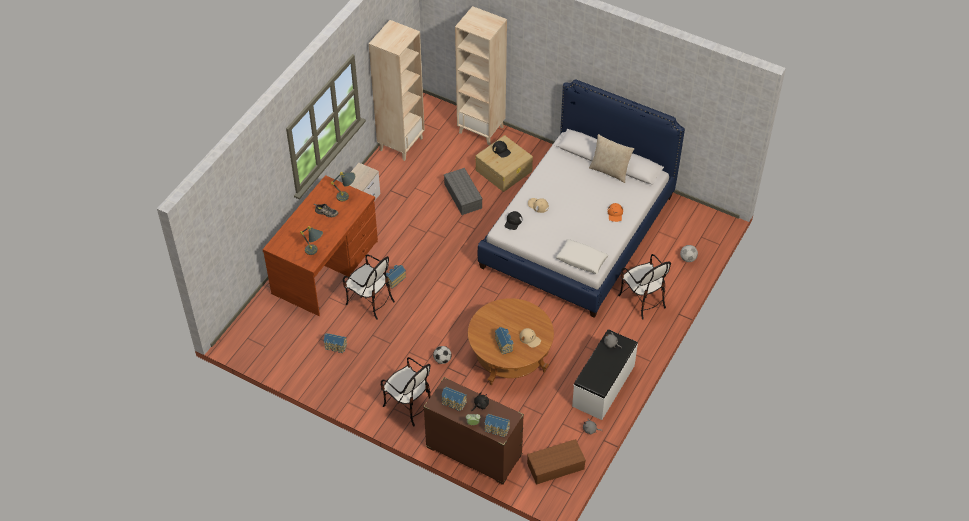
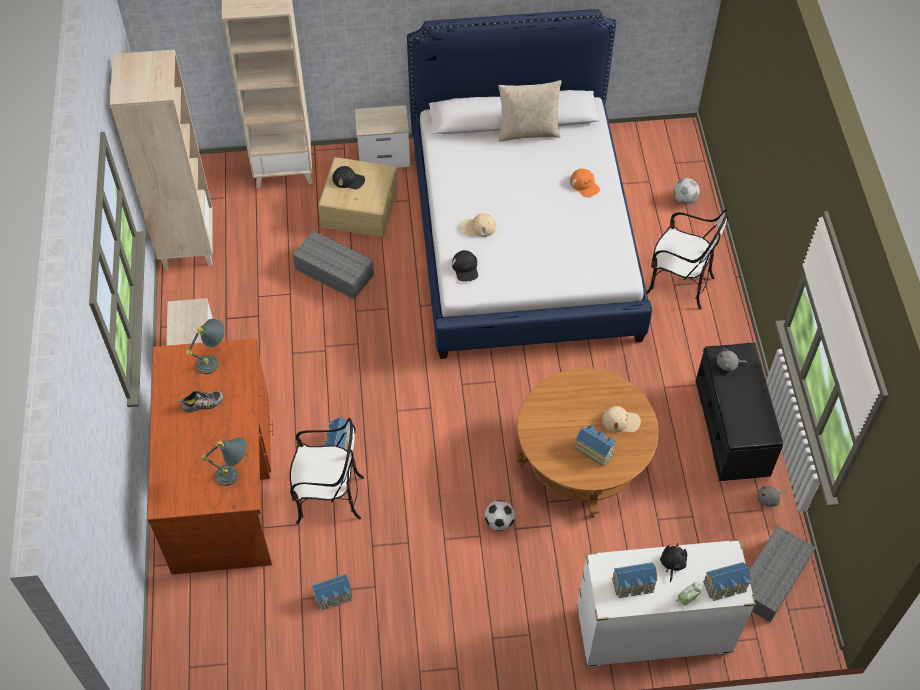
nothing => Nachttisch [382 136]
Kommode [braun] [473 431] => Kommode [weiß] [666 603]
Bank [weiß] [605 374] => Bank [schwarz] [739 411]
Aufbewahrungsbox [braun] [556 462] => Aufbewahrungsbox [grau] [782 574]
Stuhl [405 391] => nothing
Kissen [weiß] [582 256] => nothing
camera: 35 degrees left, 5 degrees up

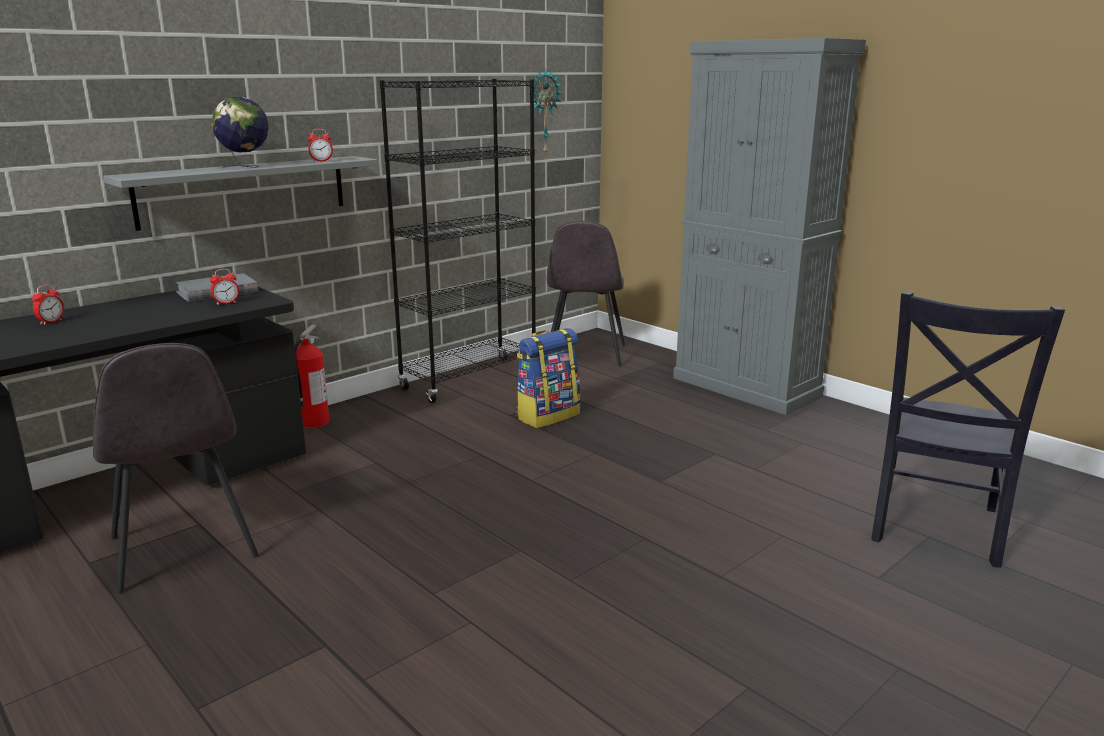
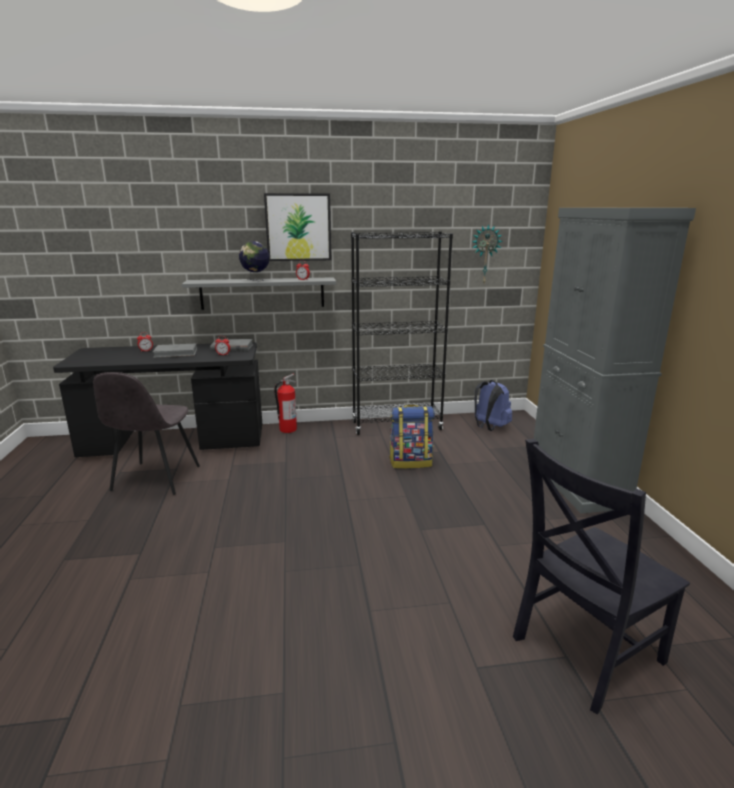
nothing => Buch [grau] [175 350]
nothing => Bild [297 227]
Stuhl [grau] [586 293] => Rucksack [blau] [493 405]
camera: 35 degrees right, 0 degrees up

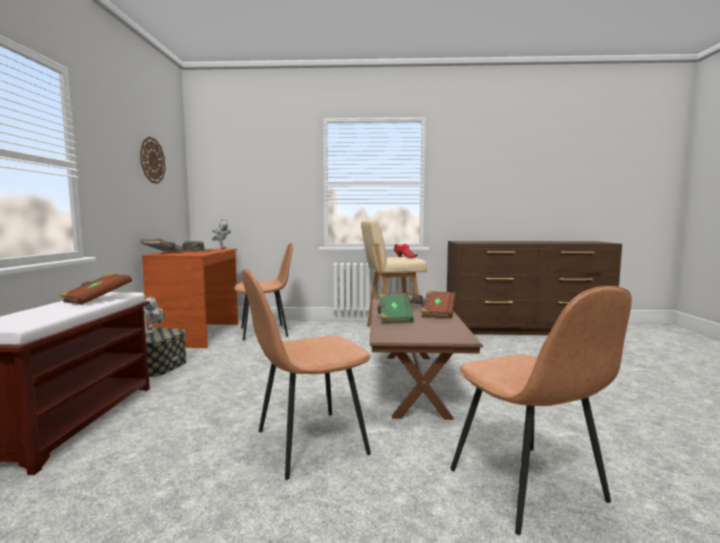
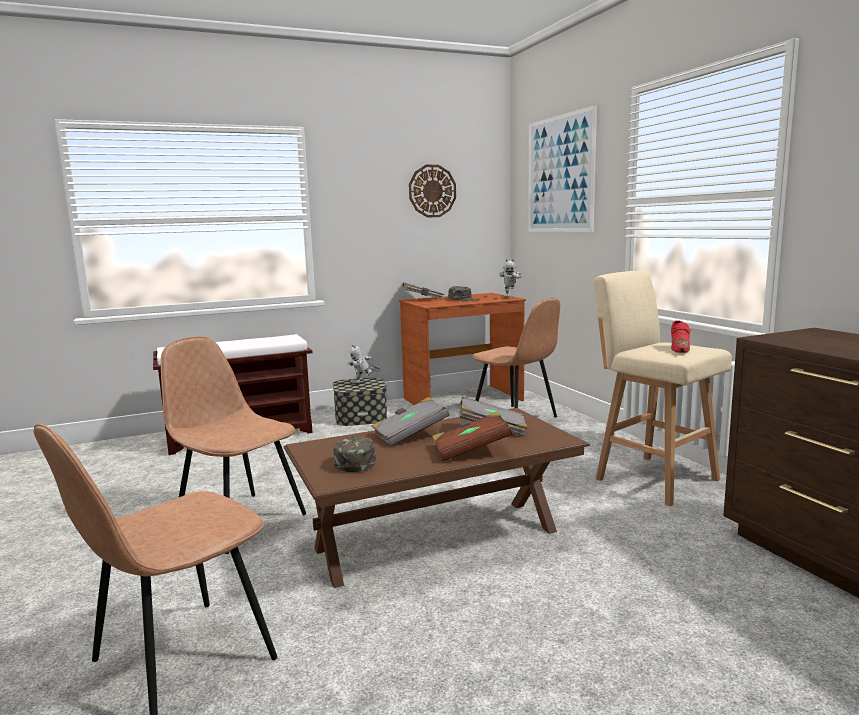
nothing => Kappe [grün] [355 454]
Buch [grün] [396 309] => Buch [grau] [410 421]
nothing => Bild [562 168]
Buch [braun] [95 289] => nothing
camera: 65 degrees right, 5 degrees up

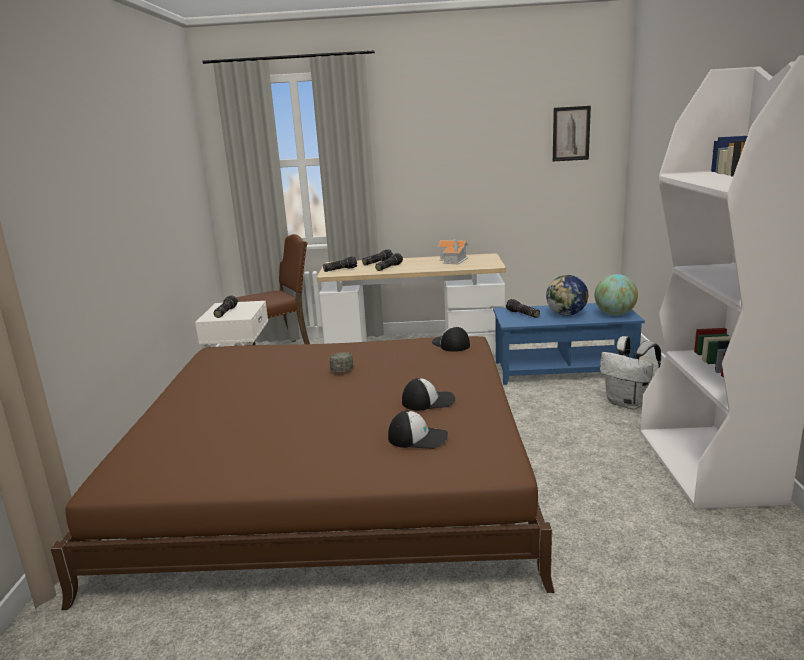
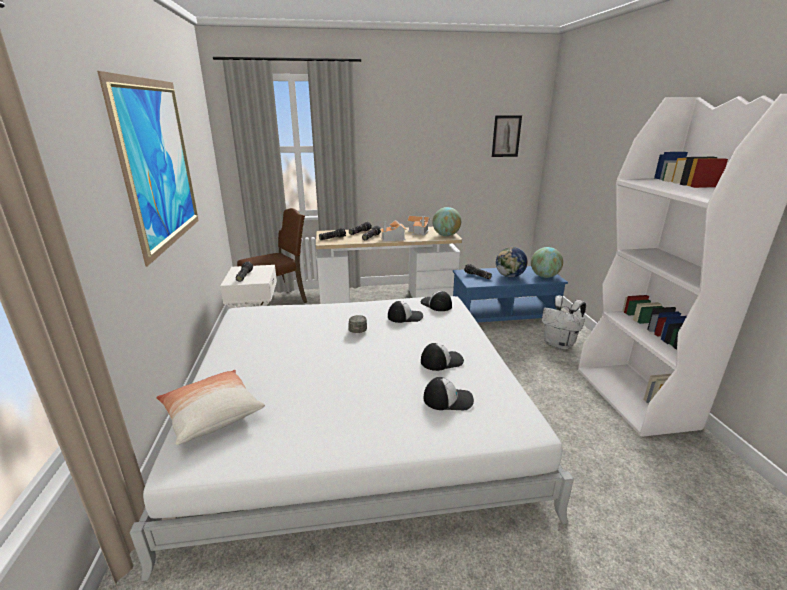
nothing => Bild [148 169]
Bett [braun] [302 473] => Bett [weiß] [352 438]
nothing => Kissen [210 407]
nothing => Spielzeughaus [393 231]
nothing => Kappe [405 312]
nothing => Globus [446 221]
camera: 10 degrees left, 5 degrees up

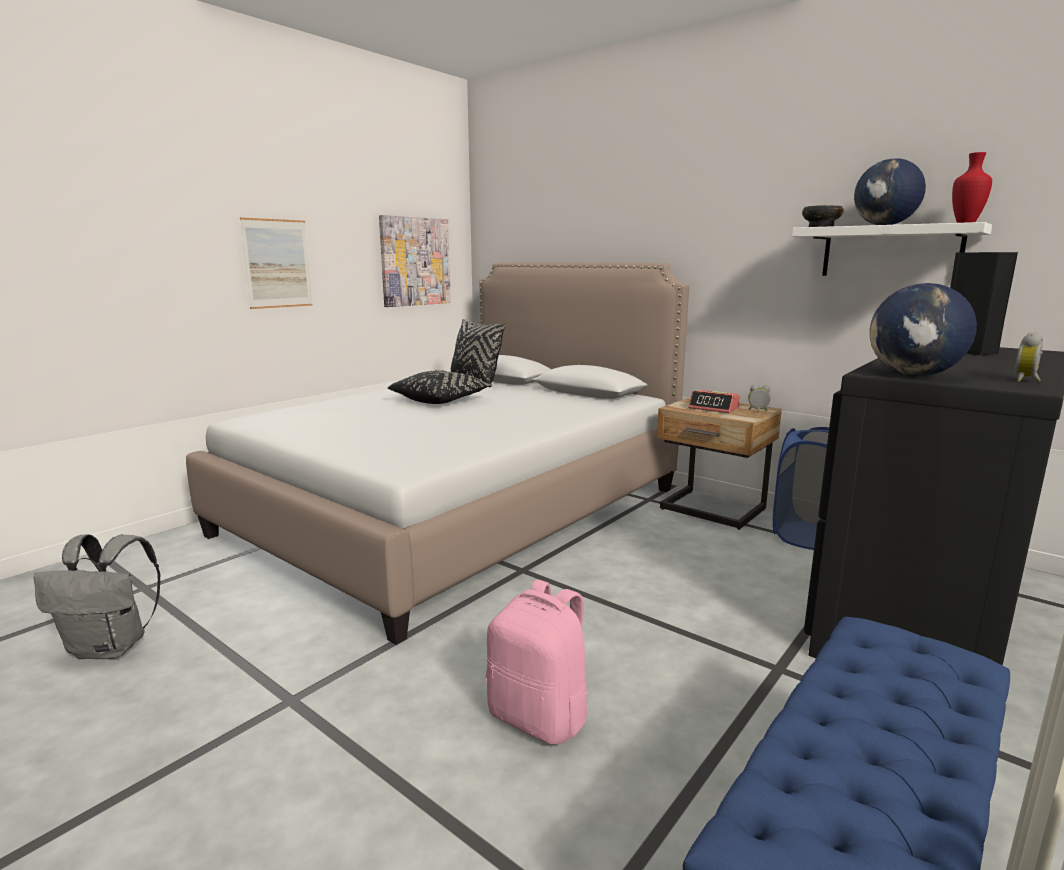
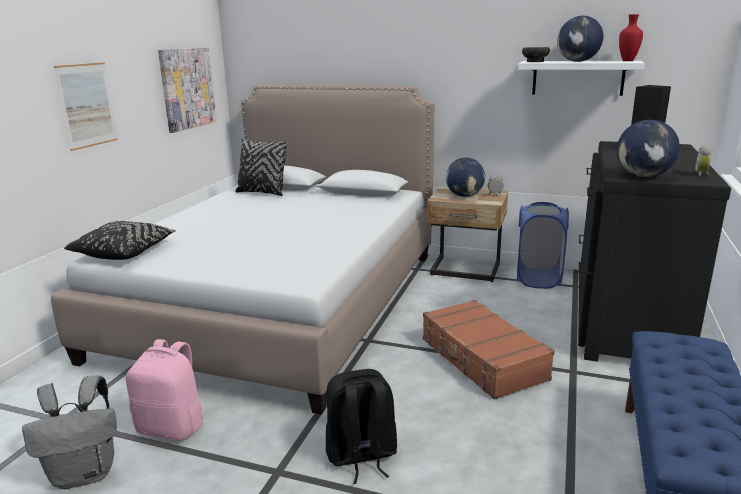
Kissen [schwarz] [439 387] => Kissen [schwarz] [120 240], shifted
Rucksack [rosa] [537 662] => Rucksack [rosa] [165 389], shifted
nothing => Rucksack [schwarz] [361 426]
nothing => Koffer [braun] [489 350]
Wecker [714 401] => Globus [465 177]
camera: 20 degrees left, 5 degrees up

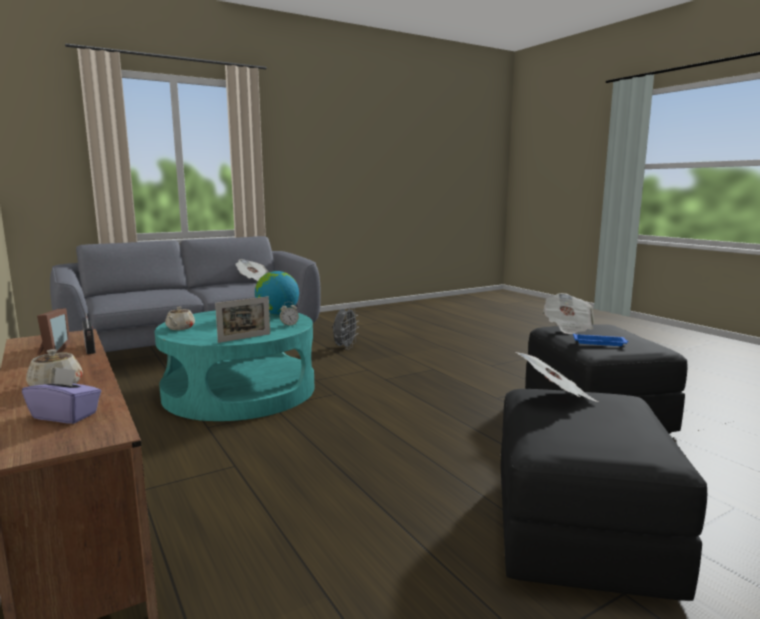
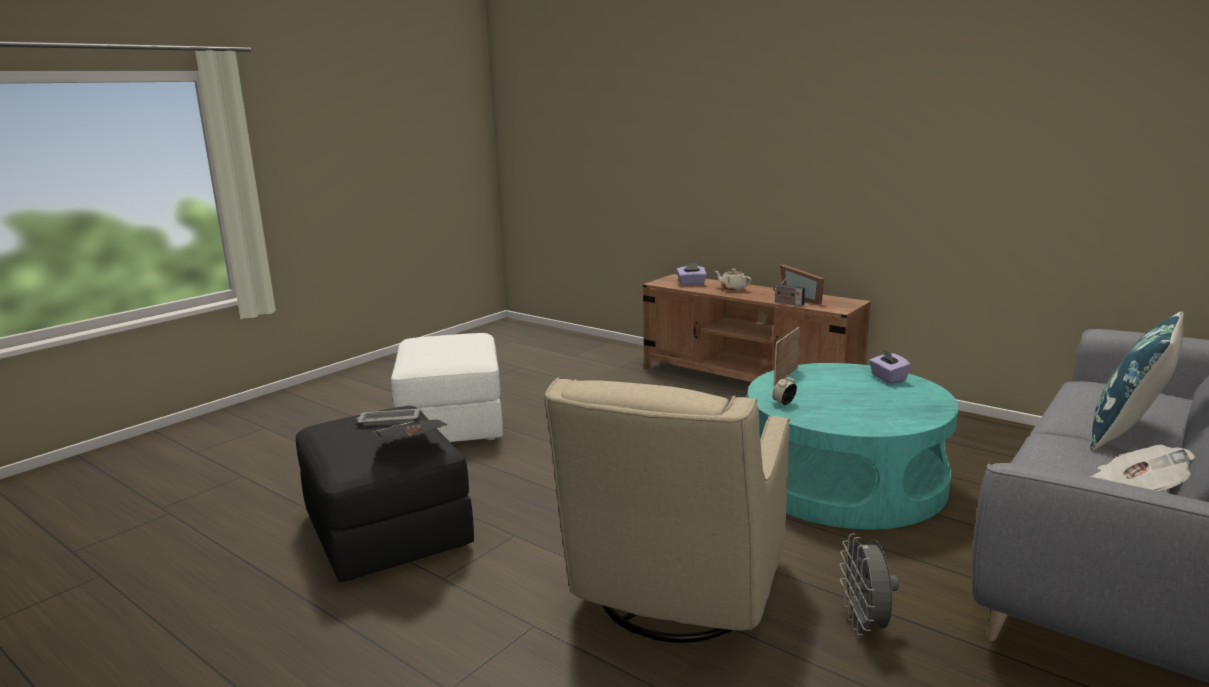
Tablett [blau] [600 340] => Tablett [grau] [388 417]
Polsterhocker [schwarz] [604 495] => Polsterhocker [weiß] [447 387]
nothing => Sessel [beige] [667 510]
Teekanne [beige] [180 318] => Taschentuchbox [lila] [890 366]
nothing => Kissen [blau] [1137 381]
Globus [277 293] => nothing
Zeitung [557 377] => nothing
camera: 160 degrees right, 5 degrees up

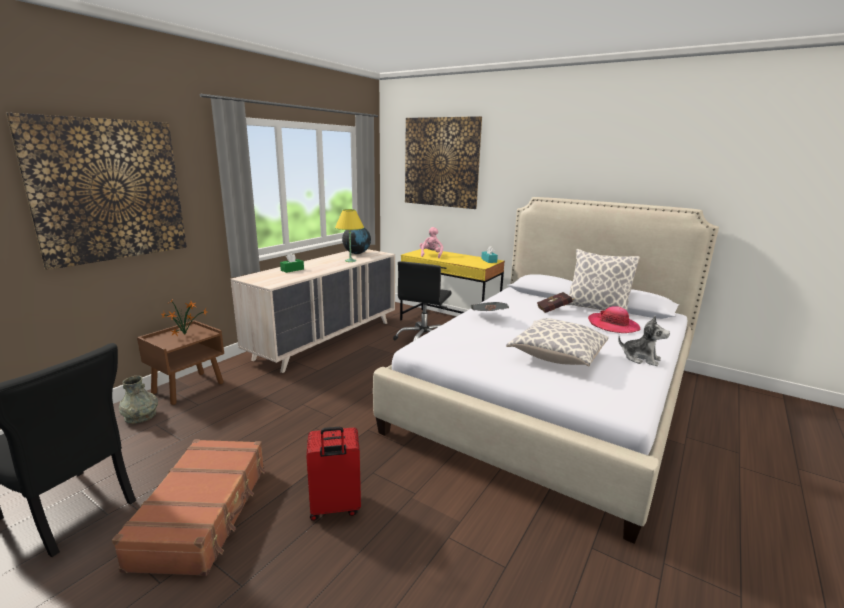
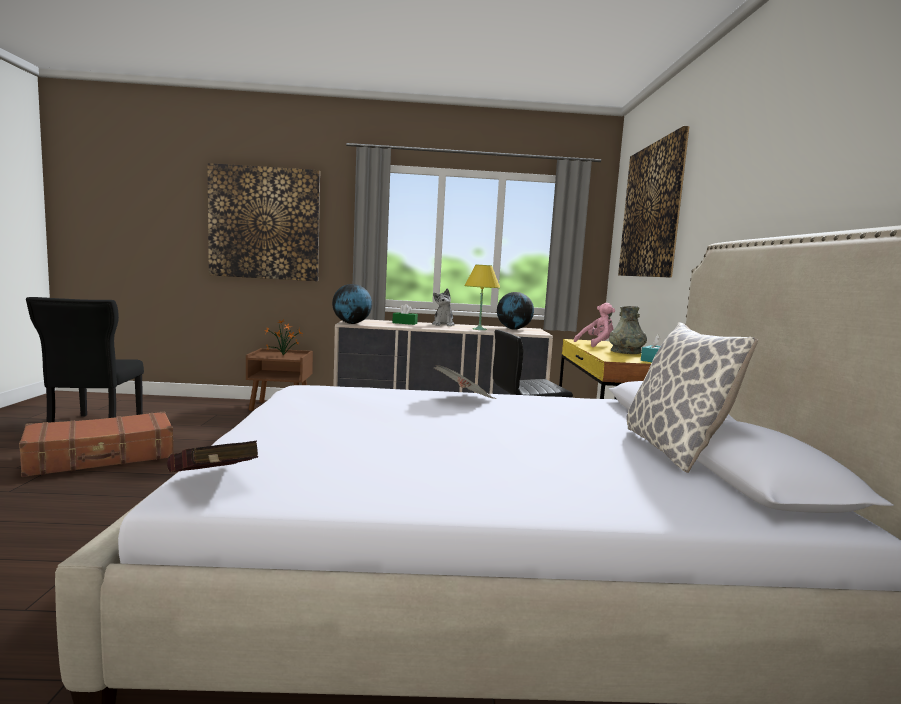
Buch [rot] [556 302] => Buch [rot] [212 456], shifted
nothing => Globus [352 304]
Plüschtier [644 341] => Plüschtier [443 307], shifted
Vase [grau] [138 400] => Vase [grau] [628 330], shifted
Koffer [rot] [333 474] => nothing
Kissen [557 342] => nothing
Hut [614 319] => nothing
camera: 55 degrees right, 10 degrees down

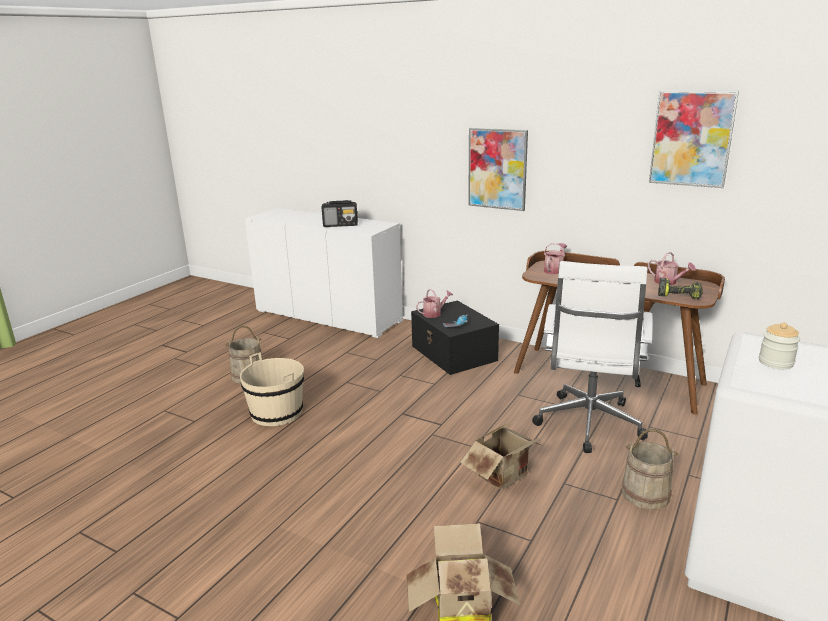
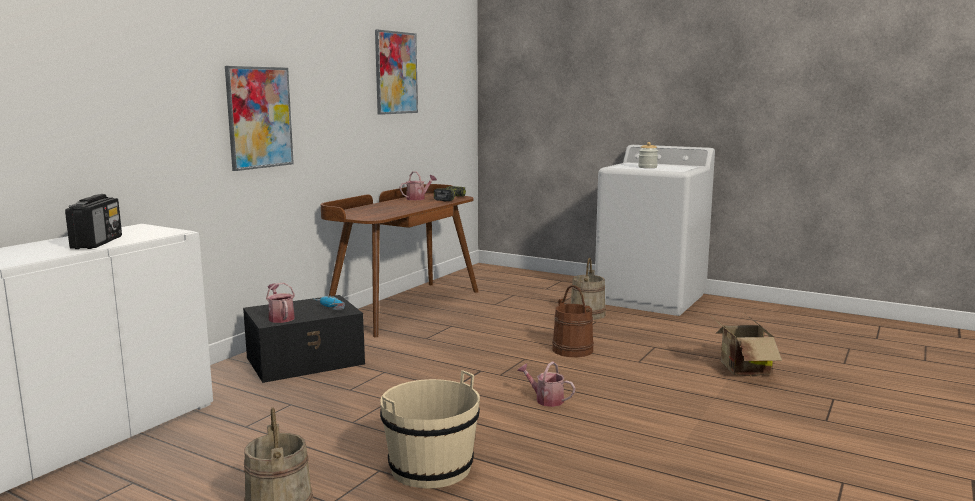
Gießkanne [555 259] => Gießkanne [546 384], shifted
Karton [501 456] => Eimer [braun] [573 321]
Bürostuhl [weiß] [592 357] => nothing
camera: 90 degrees left, 10 degrees down

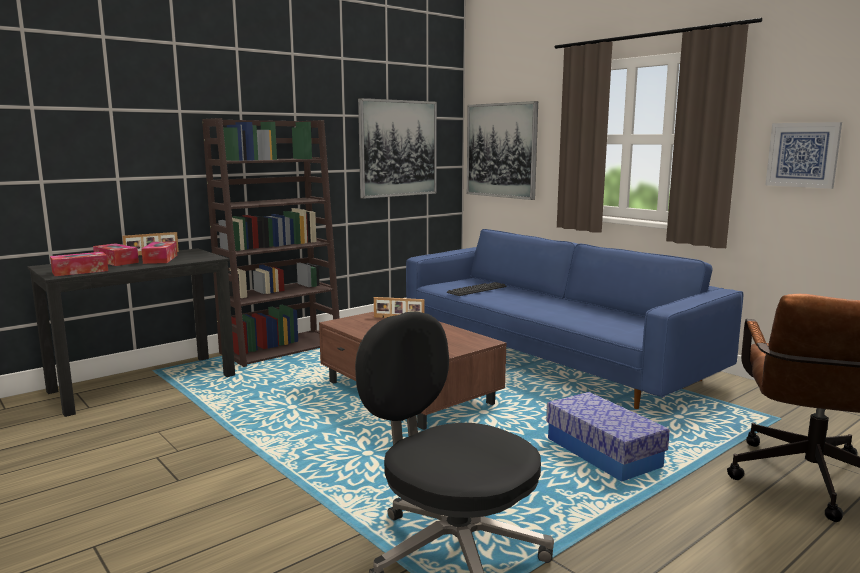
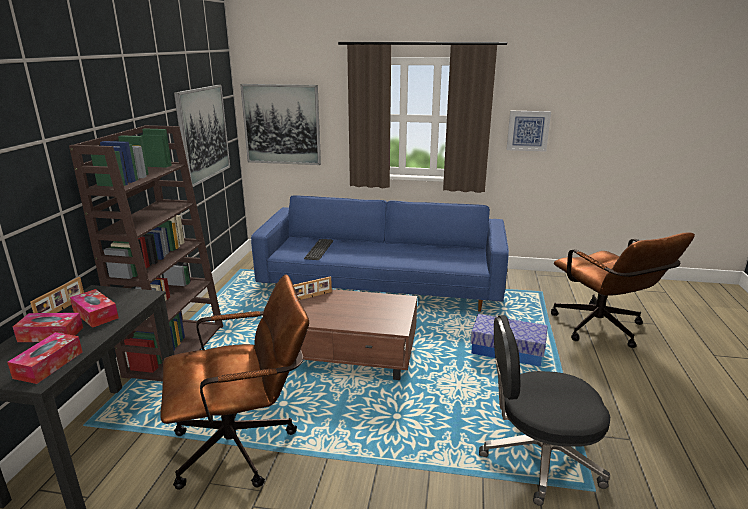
nothing => Bürostuhl [braun] [234 382]
camera: 40 degrees left, 10 degrees up

